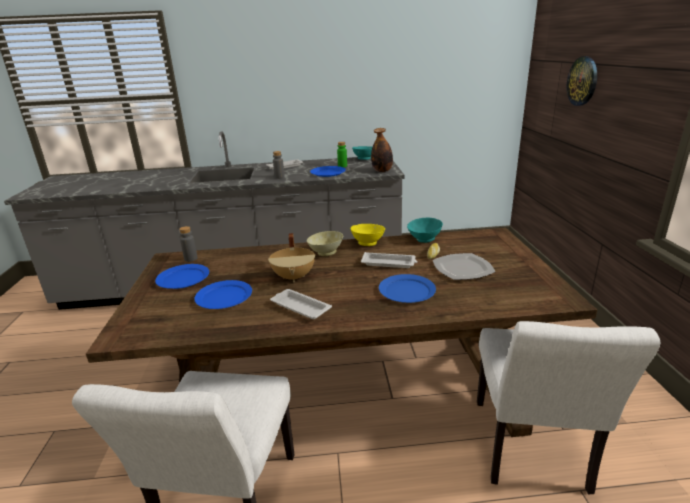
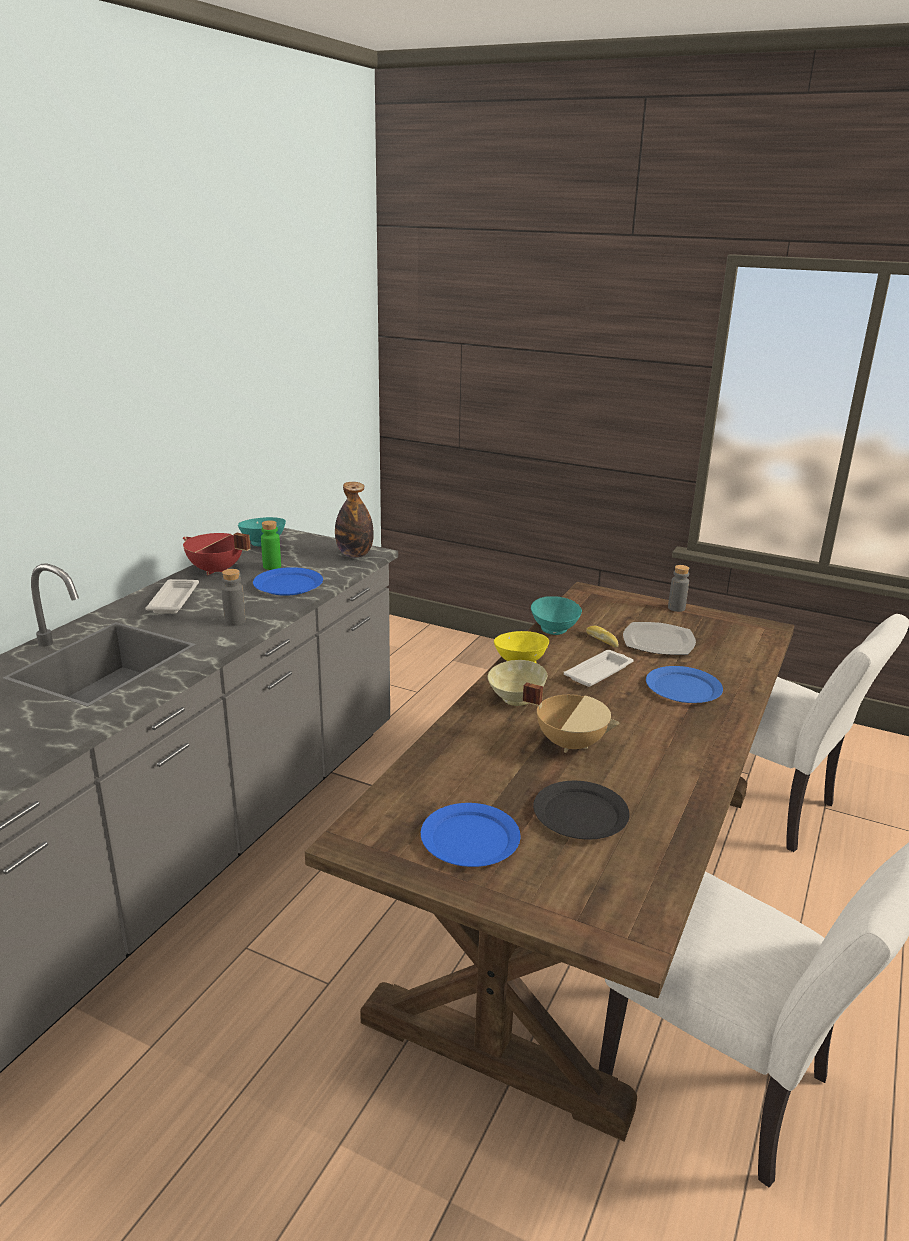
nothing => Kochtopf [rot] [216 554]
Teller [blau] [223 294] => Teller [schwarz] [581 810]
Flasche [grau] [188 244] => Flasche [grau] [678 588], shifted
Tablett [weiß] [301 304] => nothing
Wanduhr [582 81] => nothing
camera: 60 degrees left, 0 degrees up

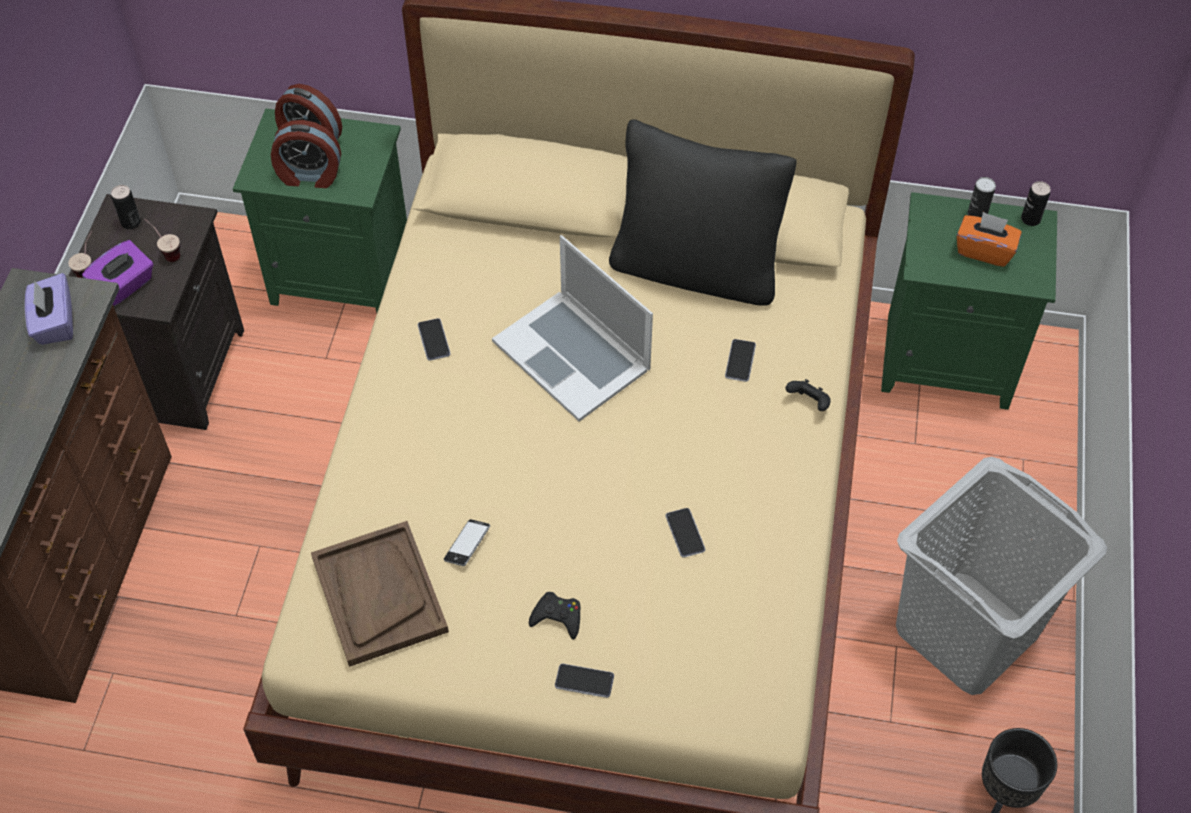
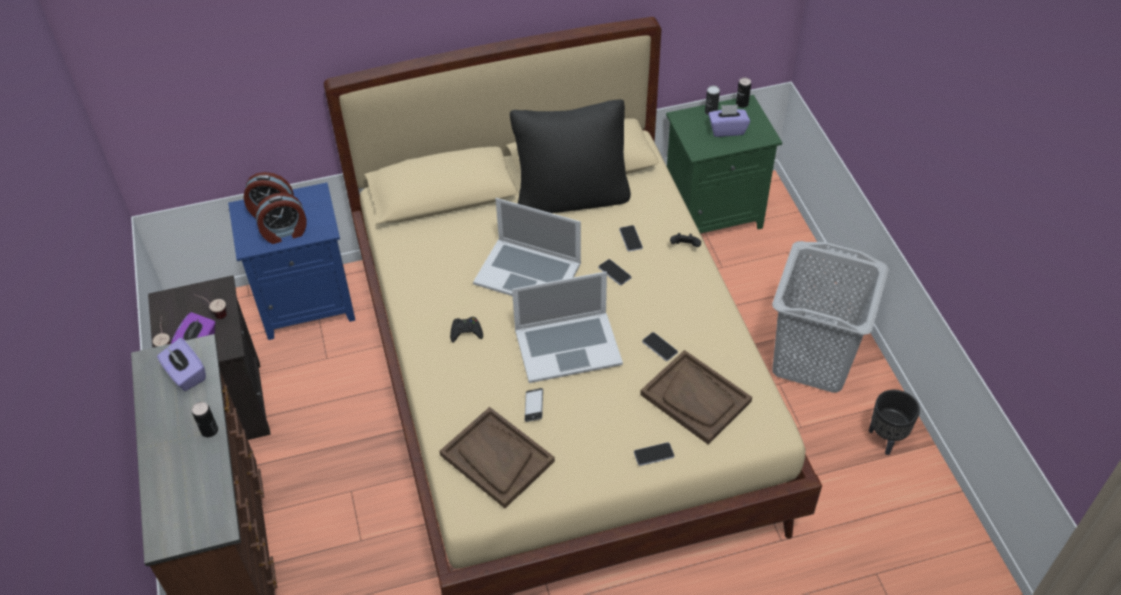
Dose [126 207] => Dose [205 419], shifted
Nachttisch [grün] [320 211] => Nachttisch [blau] [291 261]
Gamepad [schwarz] [554 615] => Gamepad [schwarz] [466 330], shifted
nothing => Laptop [567 327]
Handy [434 339] => Handy [615 272], shifted
nothing => Tablett [braun] [696 397]
Taschentuchbox [orange] [989 239] => Taschentuchbox [lila] [729 120]
camera: 25 degrees left, 5 degrees down

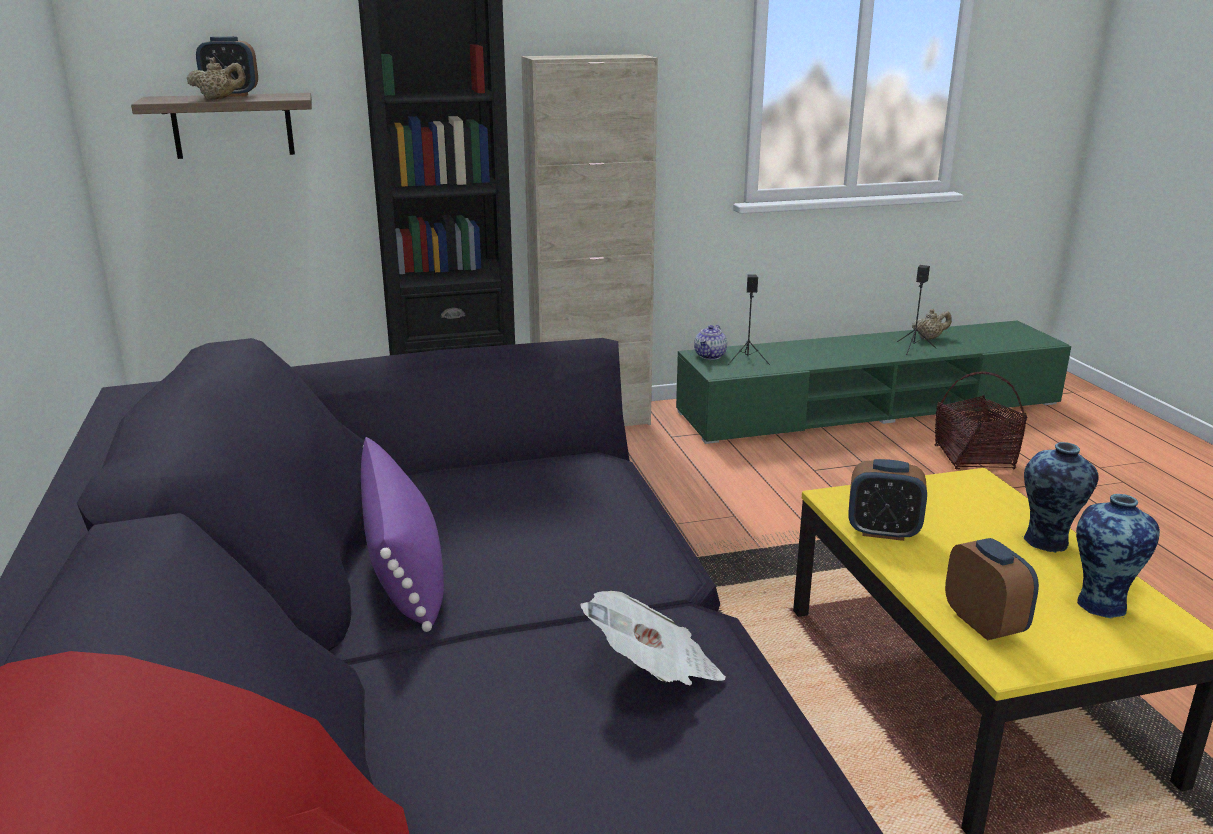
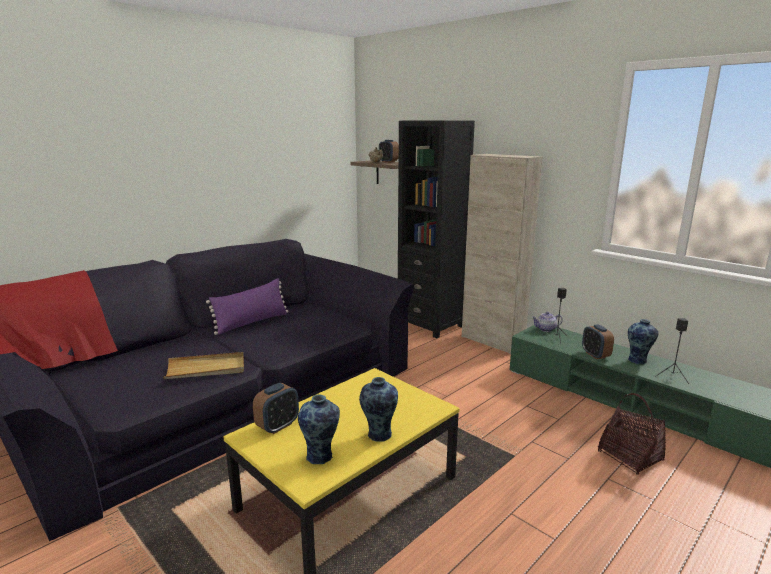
Zeitung [653 638] => Tablett [beige] [203 365]
Wecker [888 500] => Wecker [598 341], shifted
nothing => Vase [643 341]
Teekanne [beige] [932 324] => nothing
camera: 60 degrees right, 5 degrees down

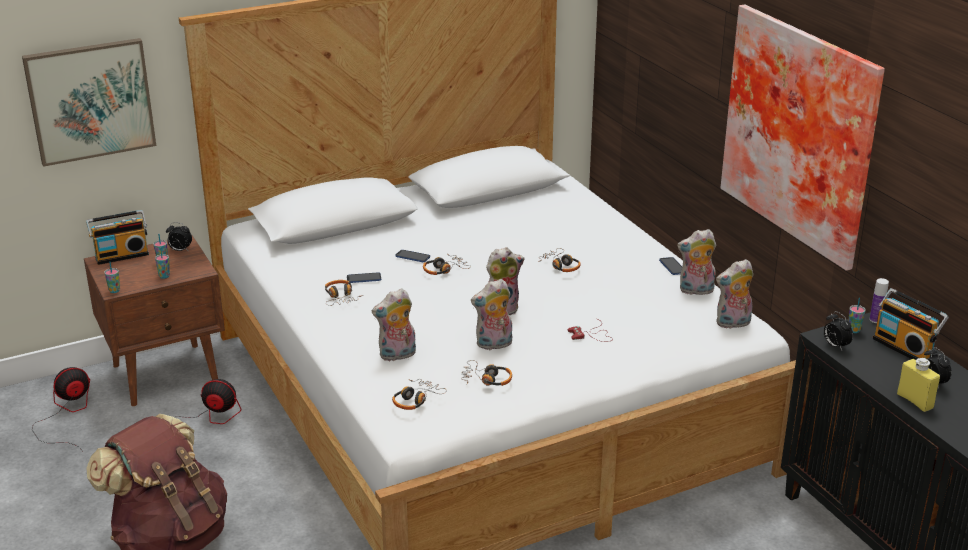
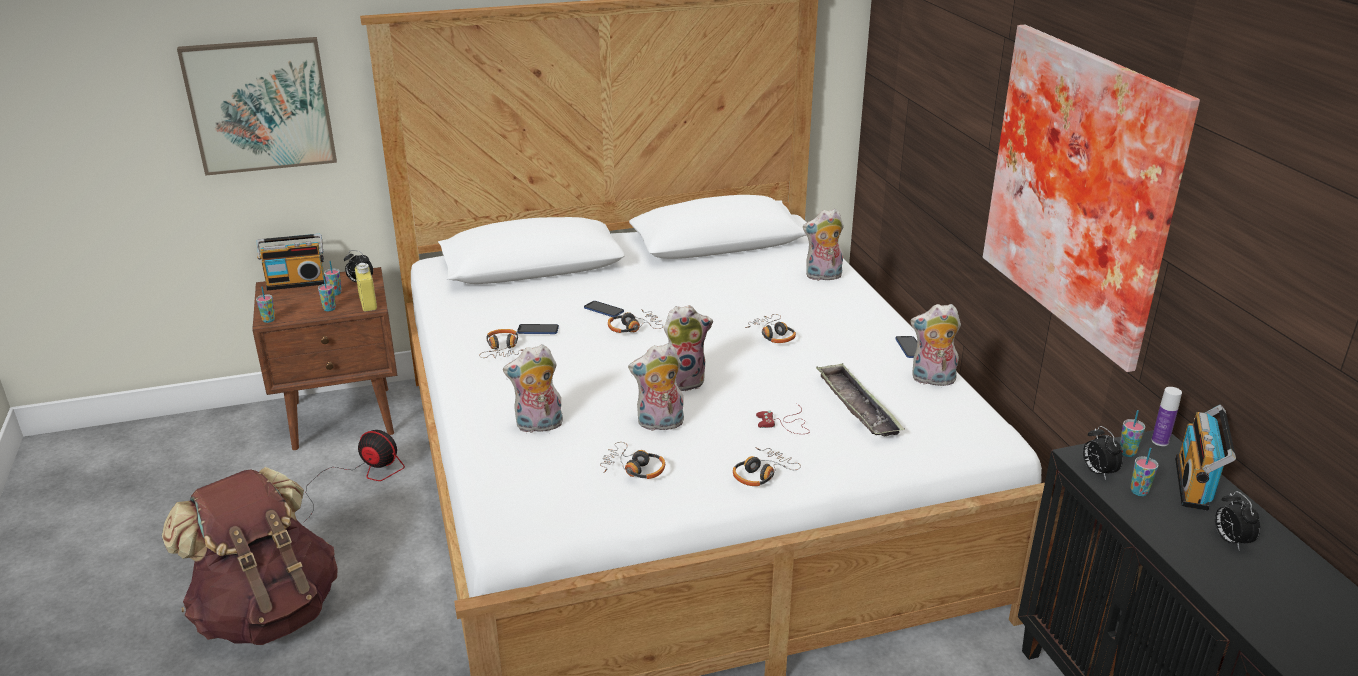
Flasche [gelb] [918 385] => Flasche [gelb] [366 287], shifted
Kopfhörer [419 394] => Kopfhörer [767 466], shifted
Plüschtier [734 294] => Plüschtier [823 245], shifted
nothing => Tablett [860 400]
nothing => Tasse [1144 472]
Radio [910 324] => Radio [1205 458], 45 degrees clockwise
Ventilator [61 410] => nothing
camera: 10 degrees right, 0 degrees up

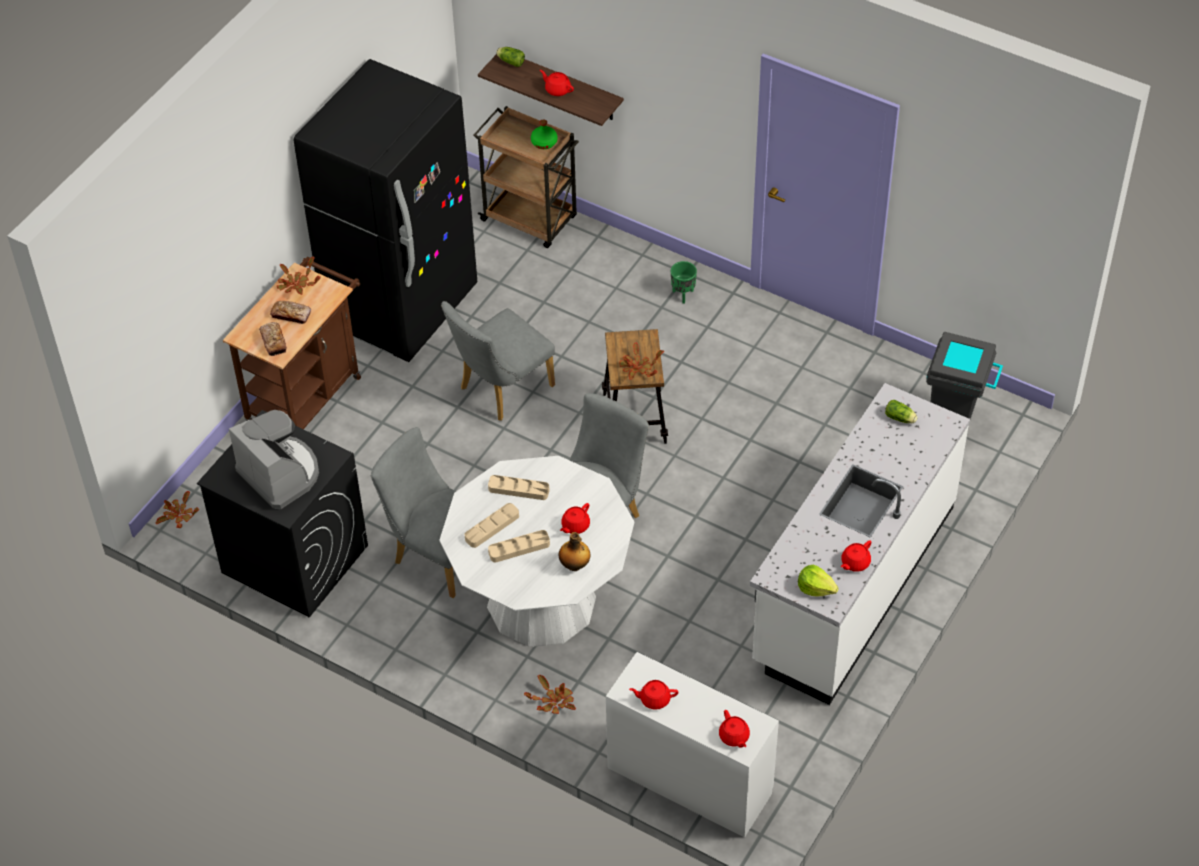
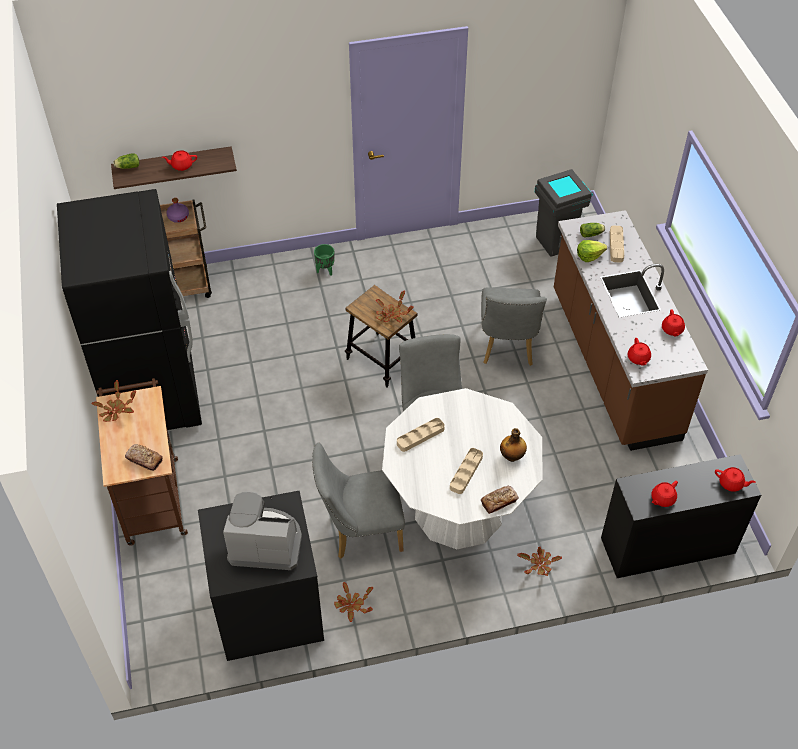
Flasche [grün] [544 134] => Flasche [lila] [177 210]
Topfpflanze [177 509] => Topfpflanze [353 602], shifted
Stuhl [grau] [498 361] => Stuhl [grau] [514 326], shifted
Brot [290 312] => Brot [500 500], shifted
Küchenzeile [weiß] [860 544] => Küchenzeile [braun] [631 330]
Salatkopf [818 580] => Salatkopf [592 251], shifted
Schreibtisch [weiß] [692 745] => Schreibtisch [schwarz] [681 516]
Tablett [beige] [492 525] => Tablett [beige] [617 244], shifted
Teekanne [rot] [575 518] => Teekanne [rot] [639 352], shifted
camera: 45 degrees left, 0 degrees up

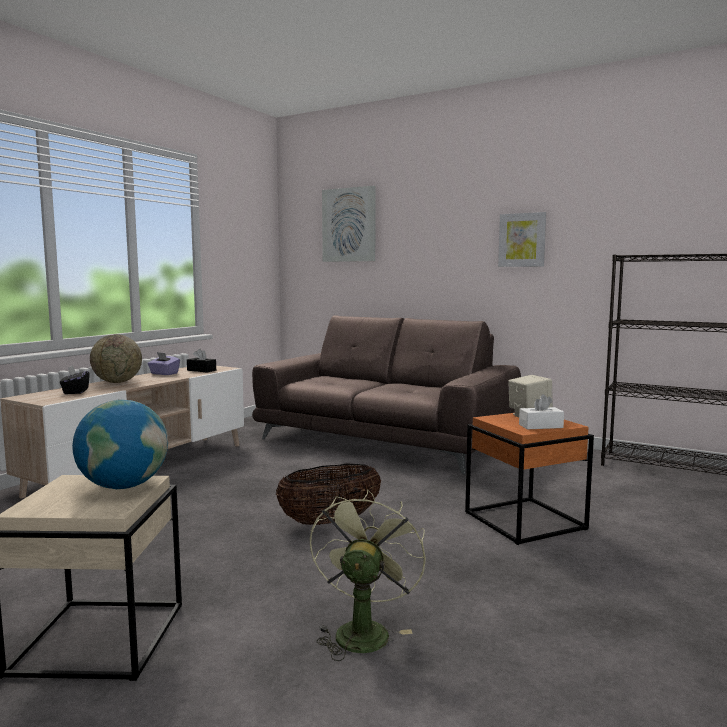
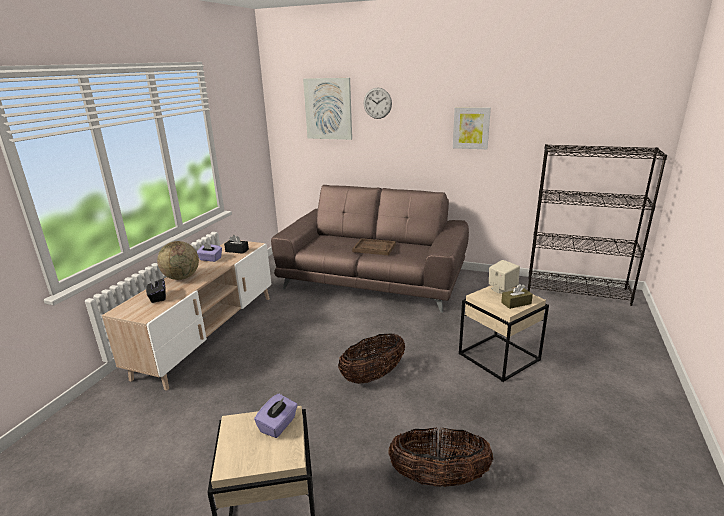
Globus [120 444] => Taschentuchbox [lila] [276 416]
nothing => Tablett [braun] [374 247]
nothing => Wanduhr [378 103]
Ventilator [grün] [368 575] => Korb [440 457]
Beistelltisch [orange] [529 479] => Beistelltisch [beige] [504 334]
Taschentuchbox [weiß] [541 411] => Taschentuchbox [braun] [517 296]
camera: 10 degrees left, 15 degrees up

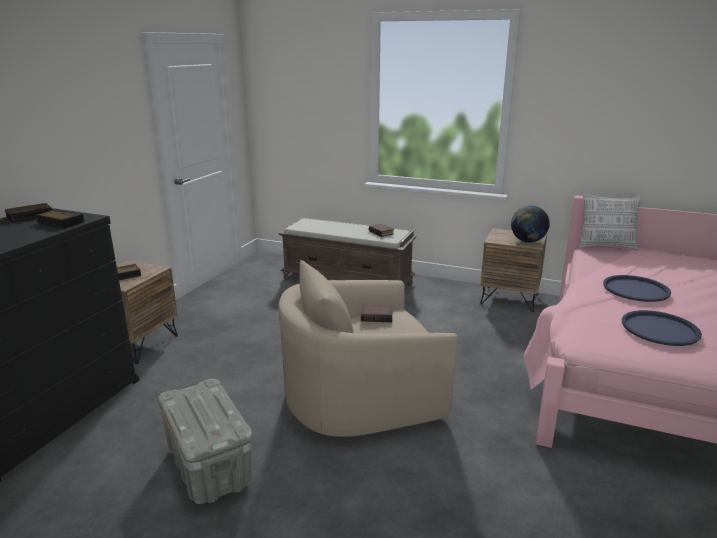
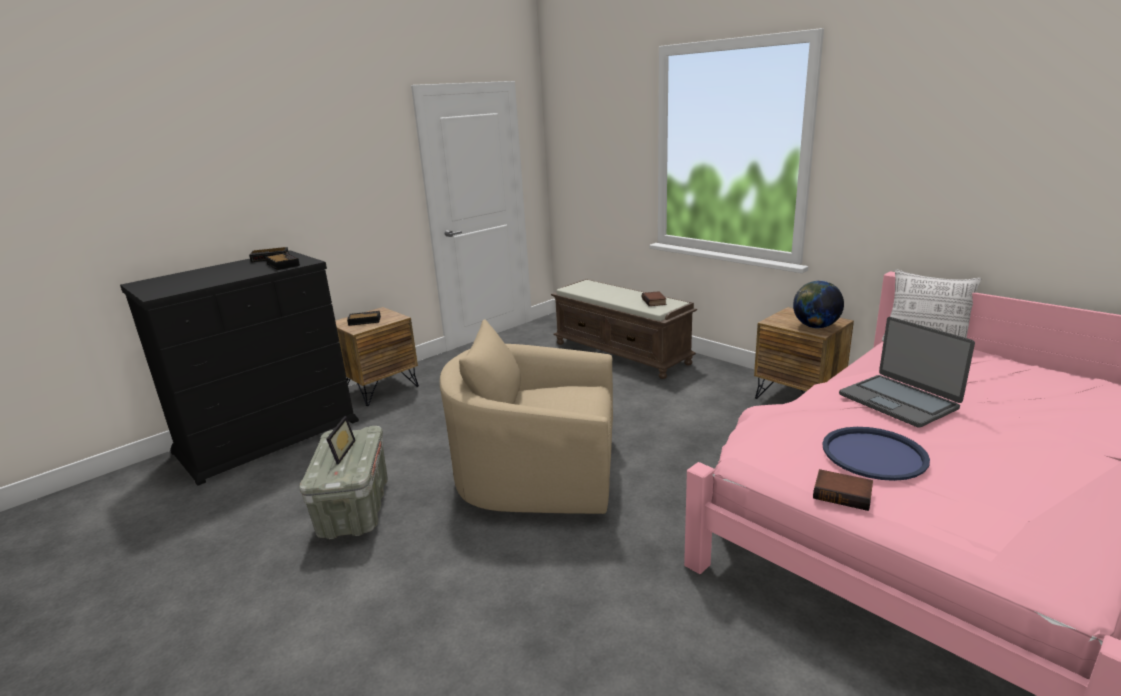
nothing => Bilderrahmen [341 440]
Buch [377 313] => Buch [843 490], shifted
Tablett [blau] [637 288] => Laptop [907 372]
camera: 25 degrees right, 0 degrees up

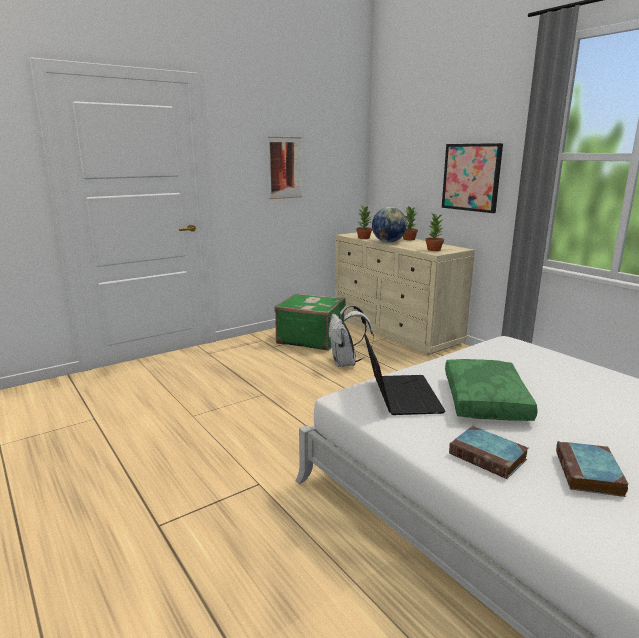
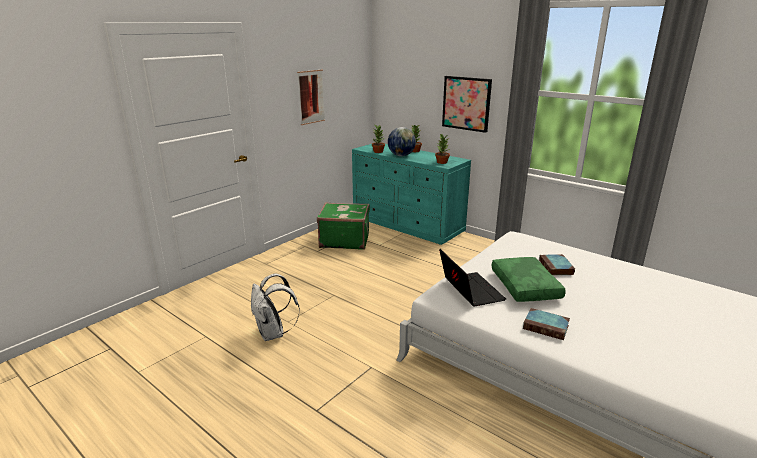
Rucksack [weiß] [351 336] => Rucksack [weiß] [275 307], shifted
Kommode [beige] [405 293] => Kommode [türkis] [411 194]
Buch [592 469] => Buch [557 264], shifted
camera: 15 degrees left, 5 degrees up

